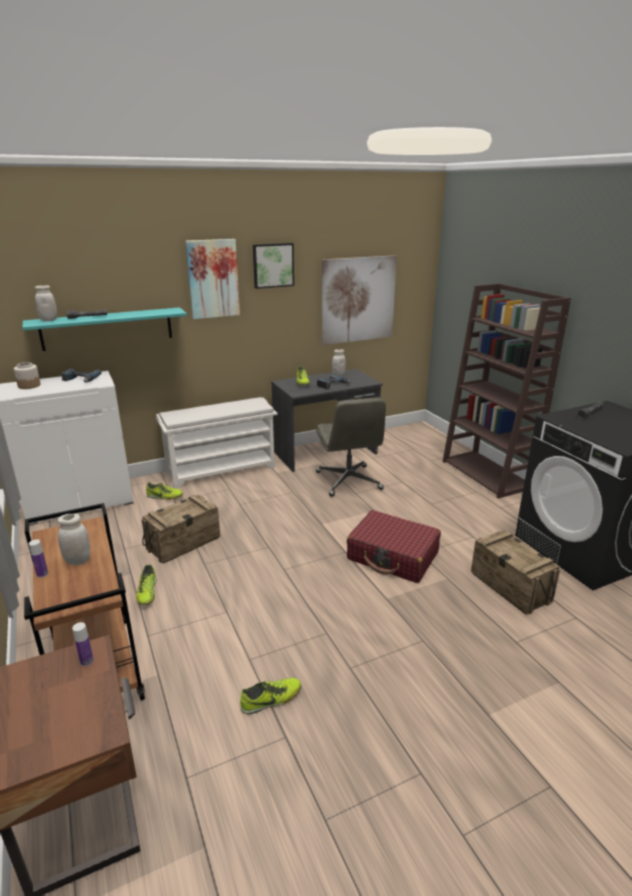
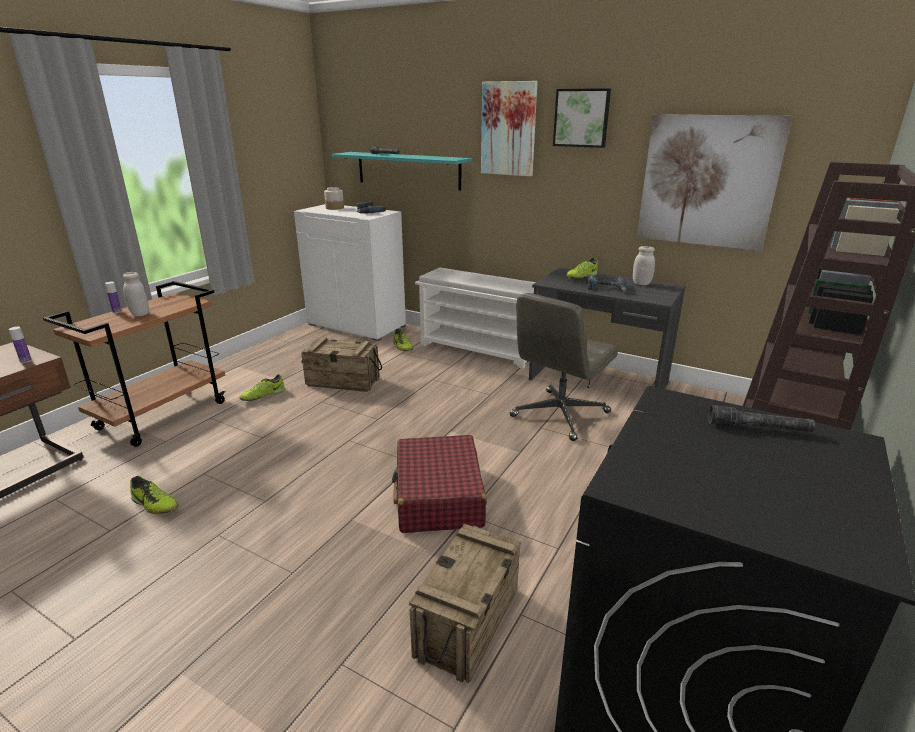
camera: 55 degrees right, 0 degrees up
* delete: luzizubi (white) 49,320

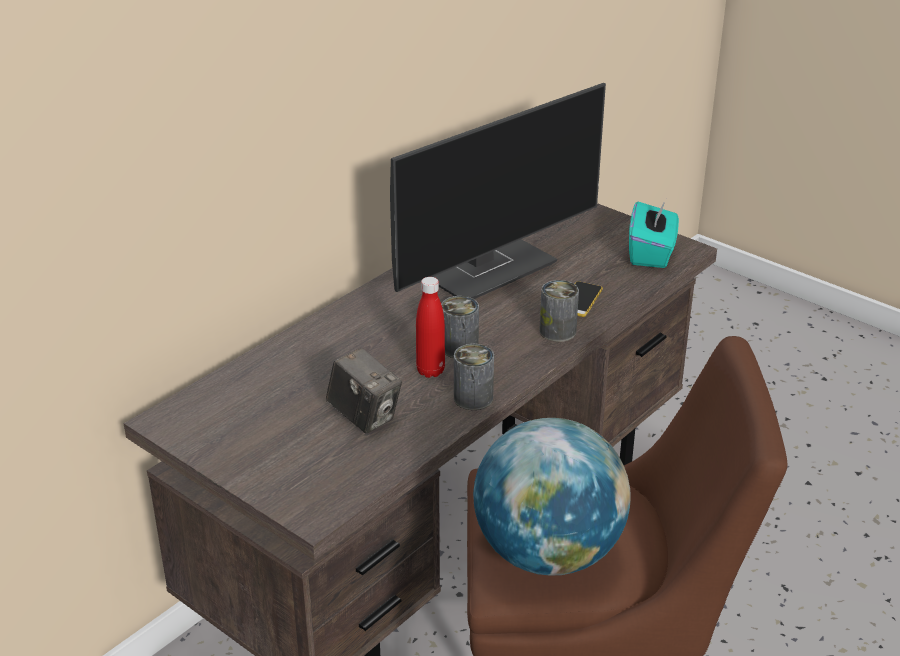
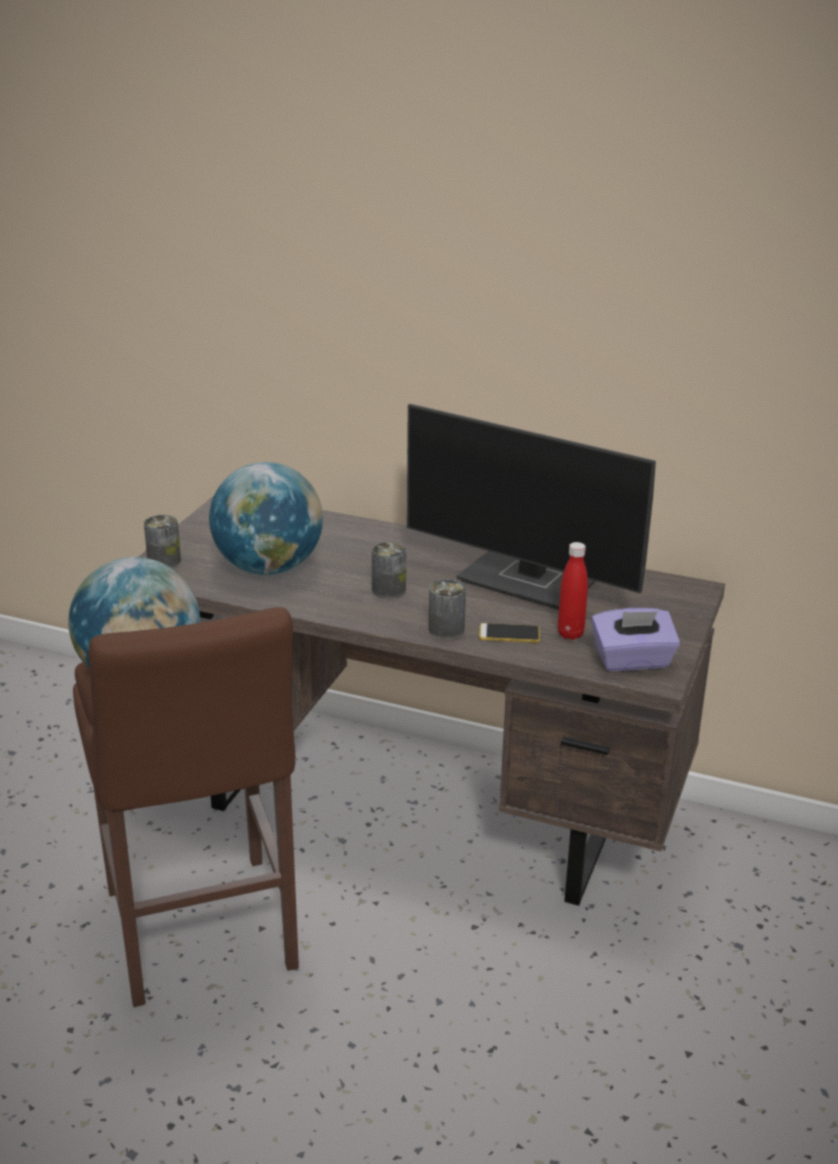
camera: 70 degrees right, 5 degrees down
* move: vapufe 473,398 to 164,561
* replace: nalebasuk 364,416 to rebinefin 269,568
* move: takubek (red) 430,371 to 570,634
* recolor: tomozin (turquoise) 651,253 to tomozin (purple) 632,661

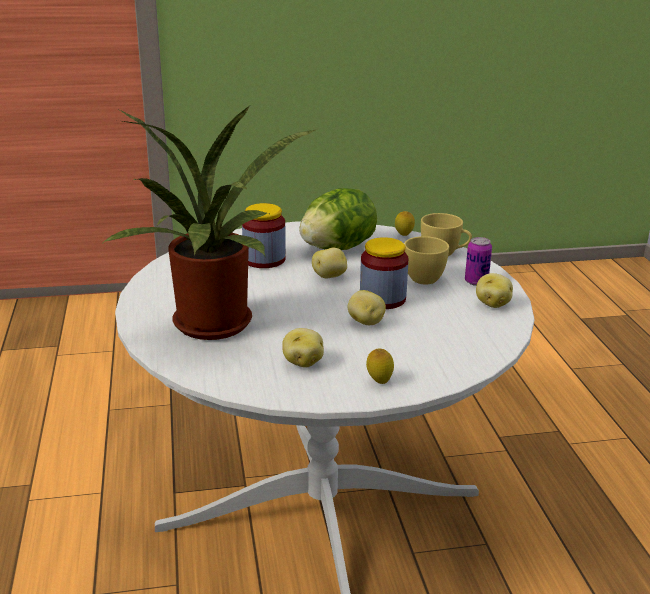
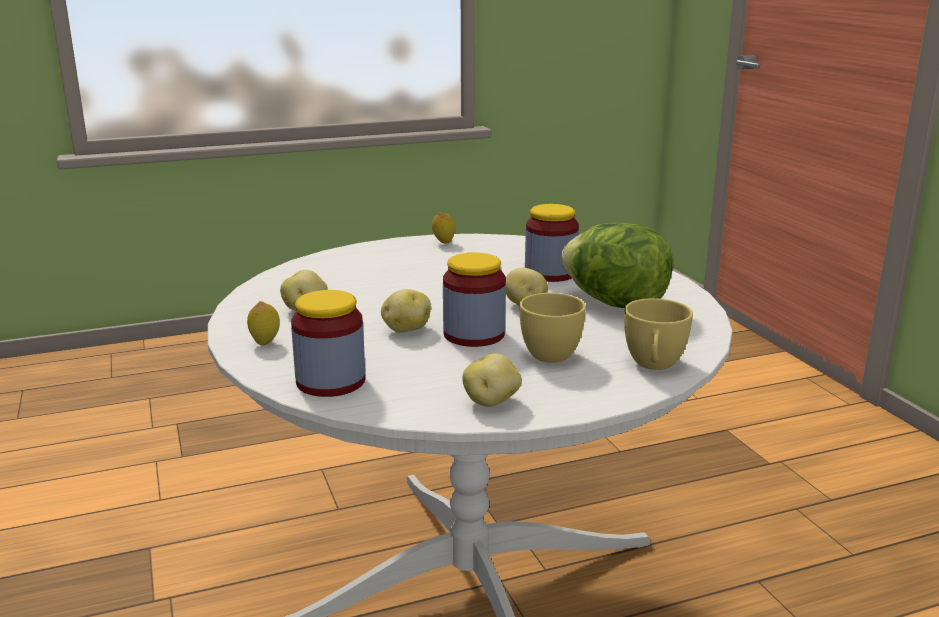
camera: 80 degrees right, 5 degrees down
* insert: luzizubi 330,381
* move: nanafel 403,236 to 443,243
* delete: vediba 214,328
* delete: vapufe 476,282

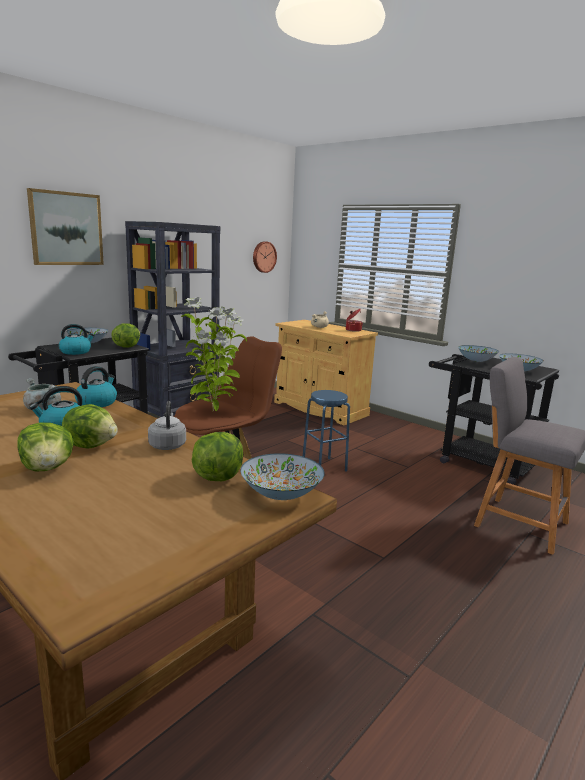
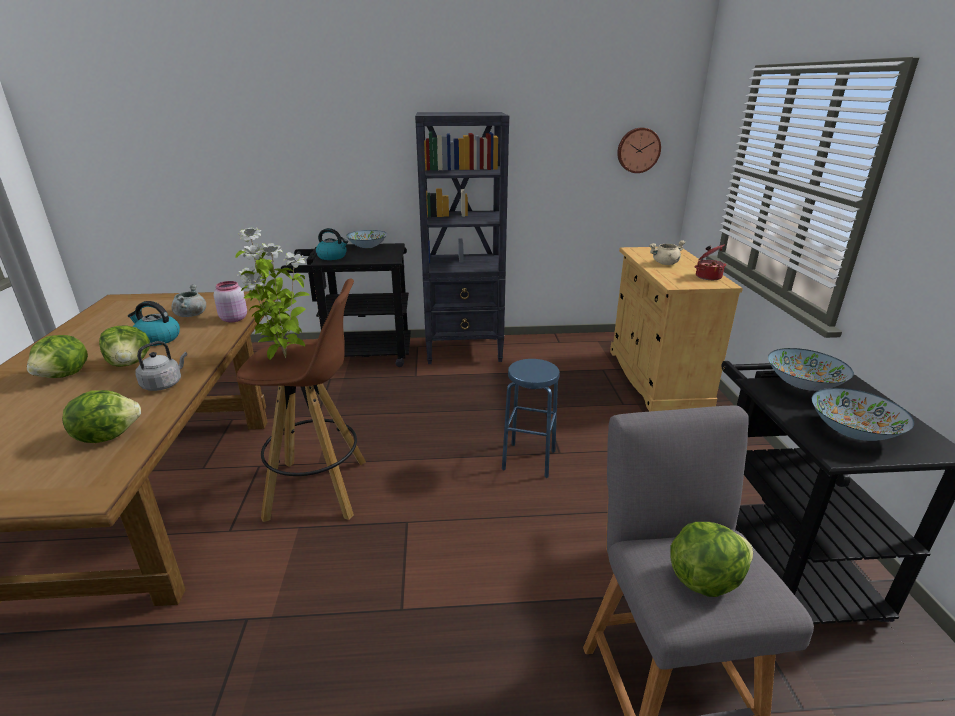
camera: 45 degrees right, 10 degrees up
* replace: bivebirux 97,403 to luzizubi (pink) 233,319
* move: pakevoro 126,347 to 704,579
* delete: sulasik 66,229
* delete: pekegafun 281,493

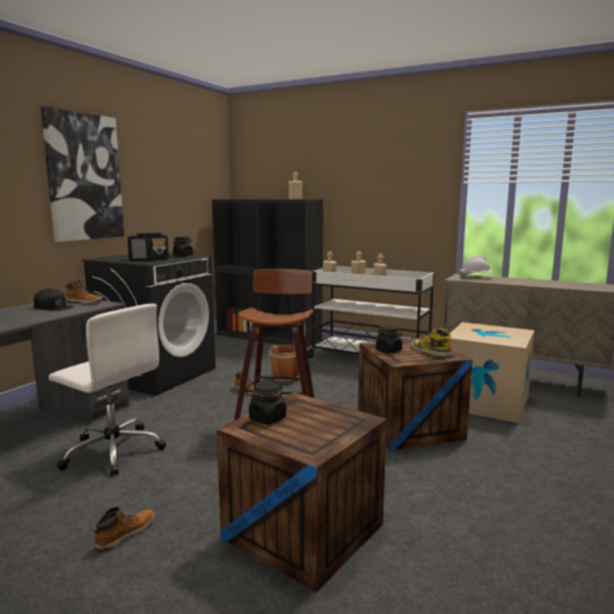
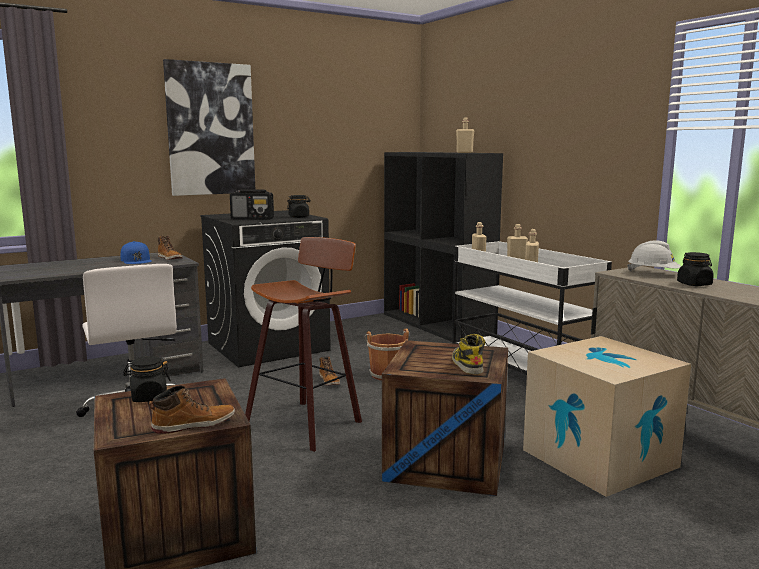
camera: 30 degrees right, 0 degrees up
* recolor: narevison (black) 53,307 to narevison (blue) 136,260
* move: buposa 125,534 to 194,424
* move: luzizubi (black) 389,351 to 694,284

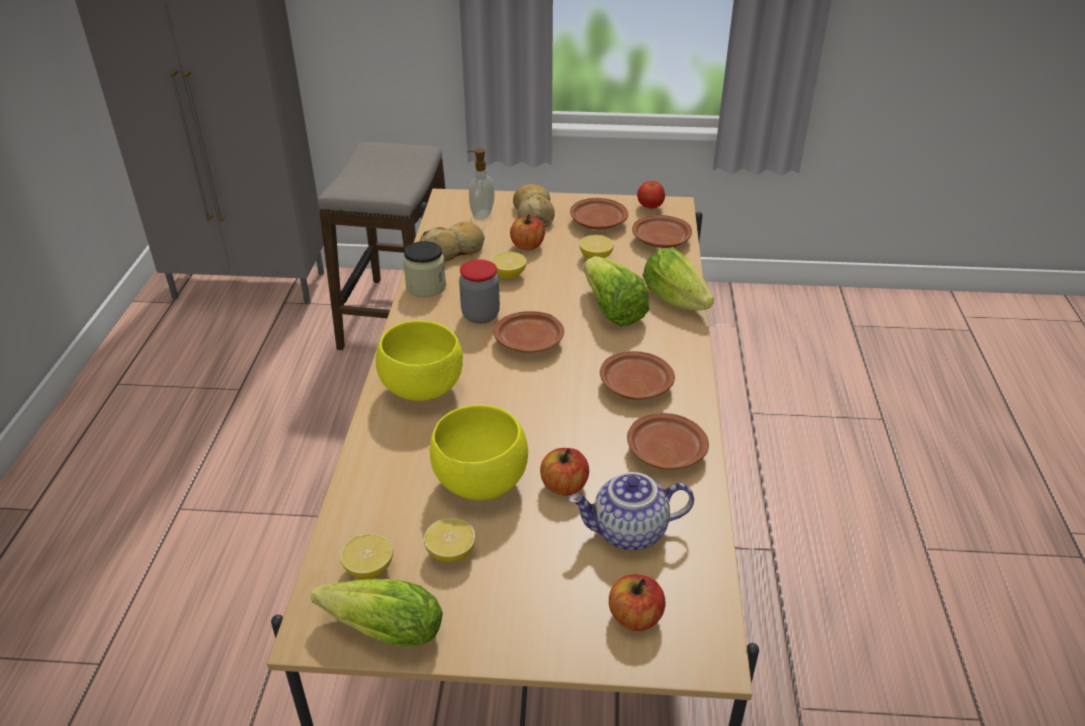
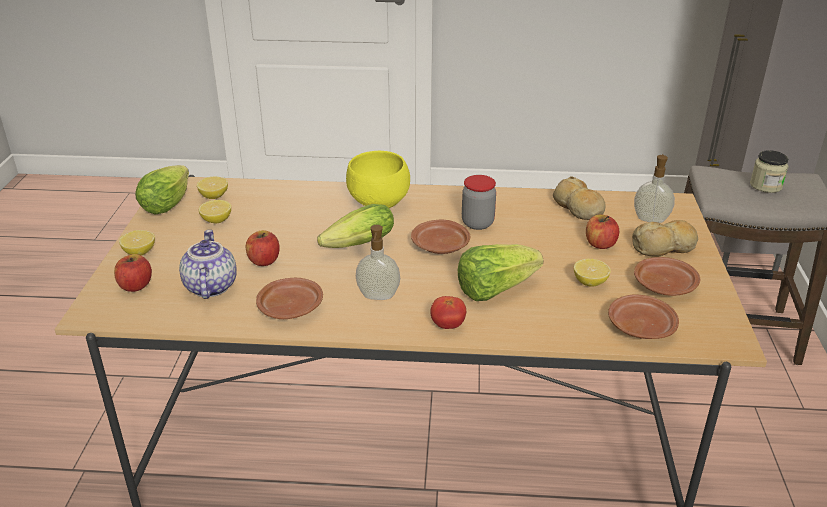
camera: 90 degrees right, 5 degrees down
* move: nanafel 509,275 to 139,252
* move: pakevoro 678,301 to 355,246
* replace: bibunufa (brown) 634,386 to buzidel 378,297
* move: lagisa 650,207 to 448,325
* move: luzizubi 426,286 to 765,186
* delete: pekegafun (yellow) 481,485

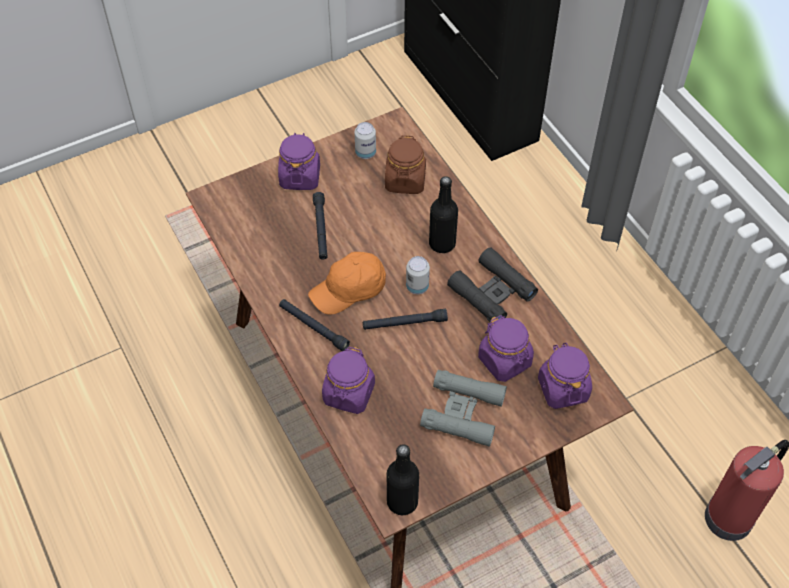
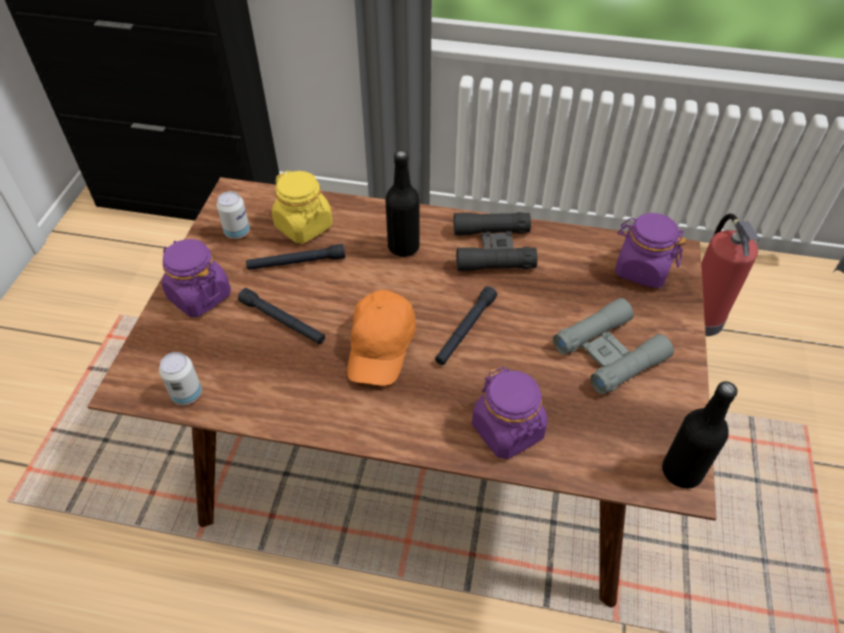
camera: 50 degrees left, 5 degrees down
* move: vapufe 417,287 to 187,394
* move: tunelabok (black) 313,327 to 296,263
* recolor: luzizubi (brown) 405,181 to luzizubi (yellow) 304,226
* delete: luzizubi (purple) 505,361

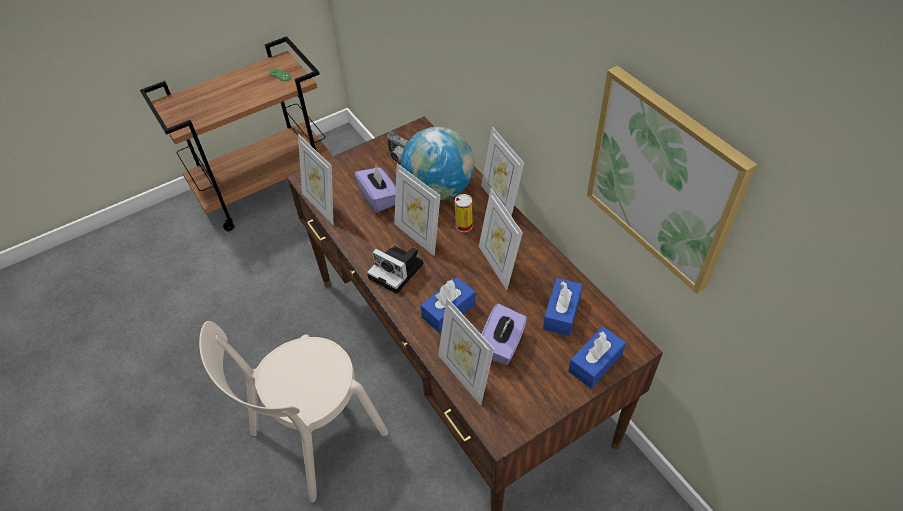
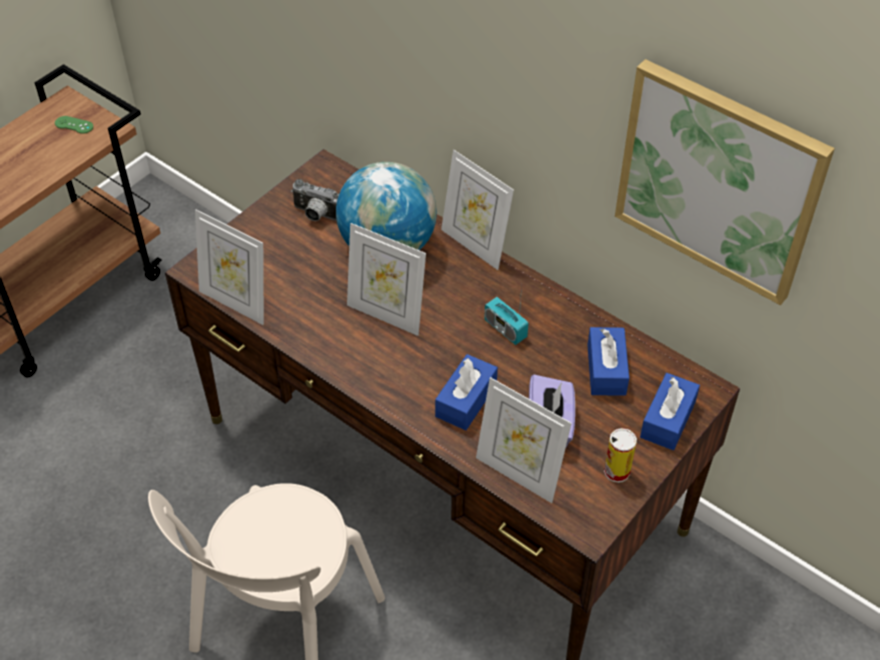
camera: 20 degrees left, 0 degrees up
* replace: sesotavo 498,265 to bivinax 505,329
* move: vapufe 464,226 to 617,471
* delete: tomozin (purple) 379,198
* delete: nalebasuk 398,271

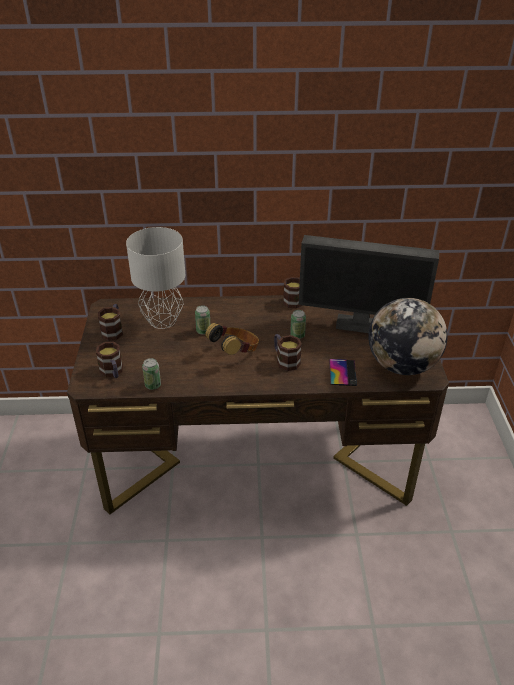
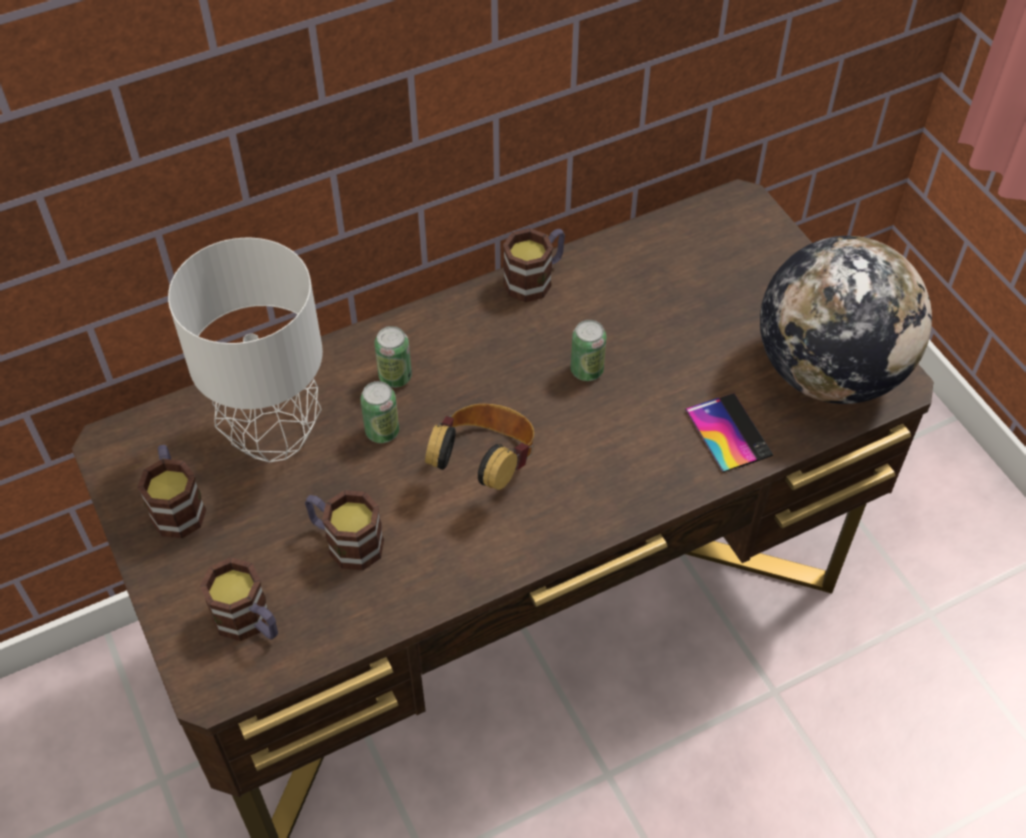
camera: 25 degrees left, 15 degrees up
* move: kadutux 285,360 to 345,541
* move: vapufe 153,385 to 395,377
* delete: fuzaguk 360,326

